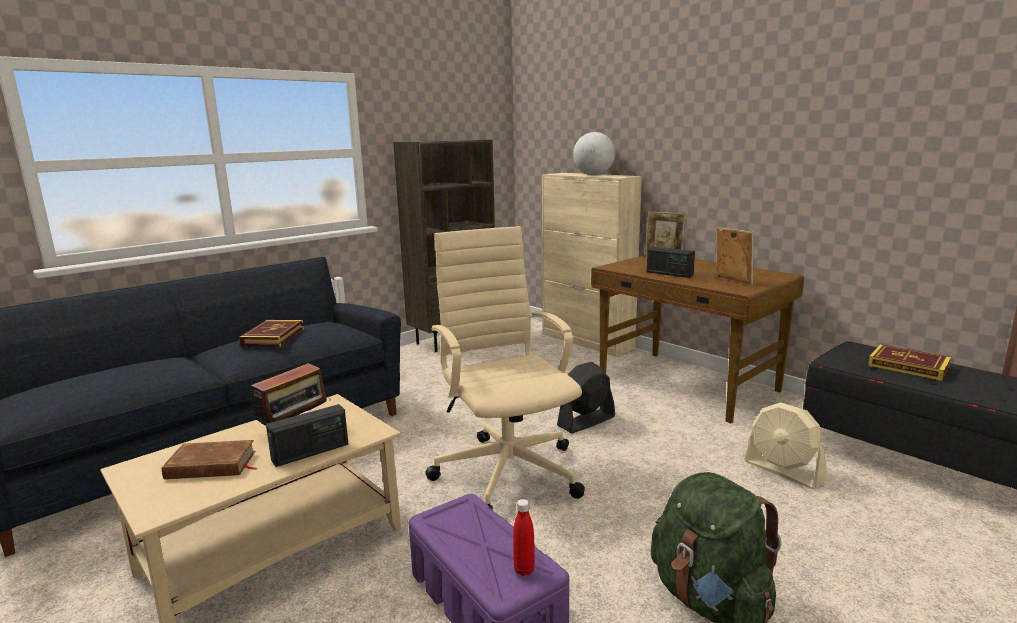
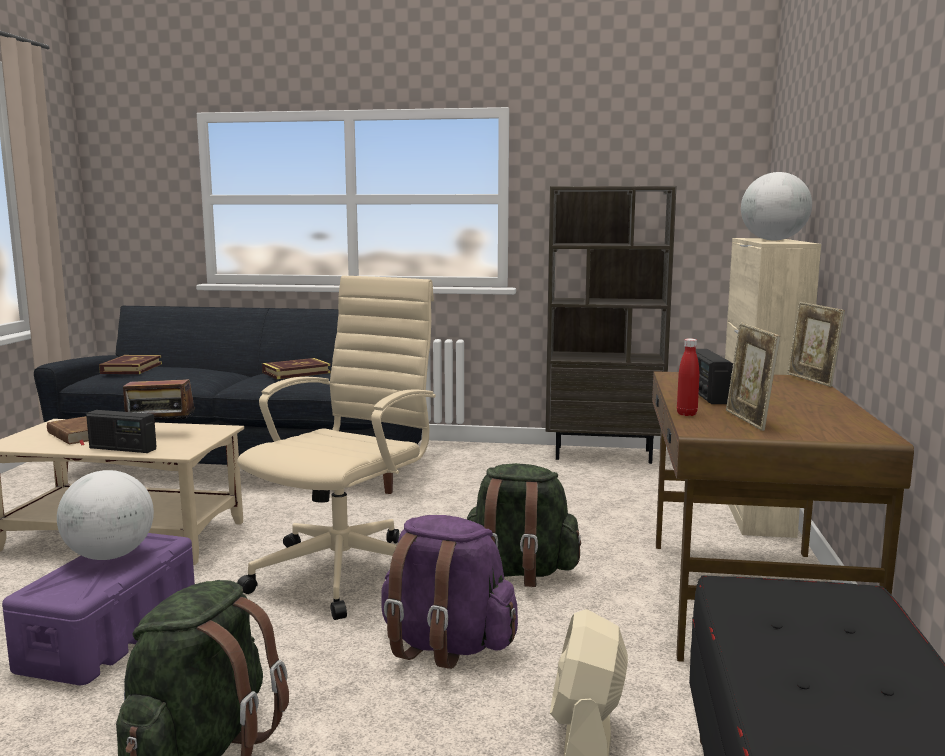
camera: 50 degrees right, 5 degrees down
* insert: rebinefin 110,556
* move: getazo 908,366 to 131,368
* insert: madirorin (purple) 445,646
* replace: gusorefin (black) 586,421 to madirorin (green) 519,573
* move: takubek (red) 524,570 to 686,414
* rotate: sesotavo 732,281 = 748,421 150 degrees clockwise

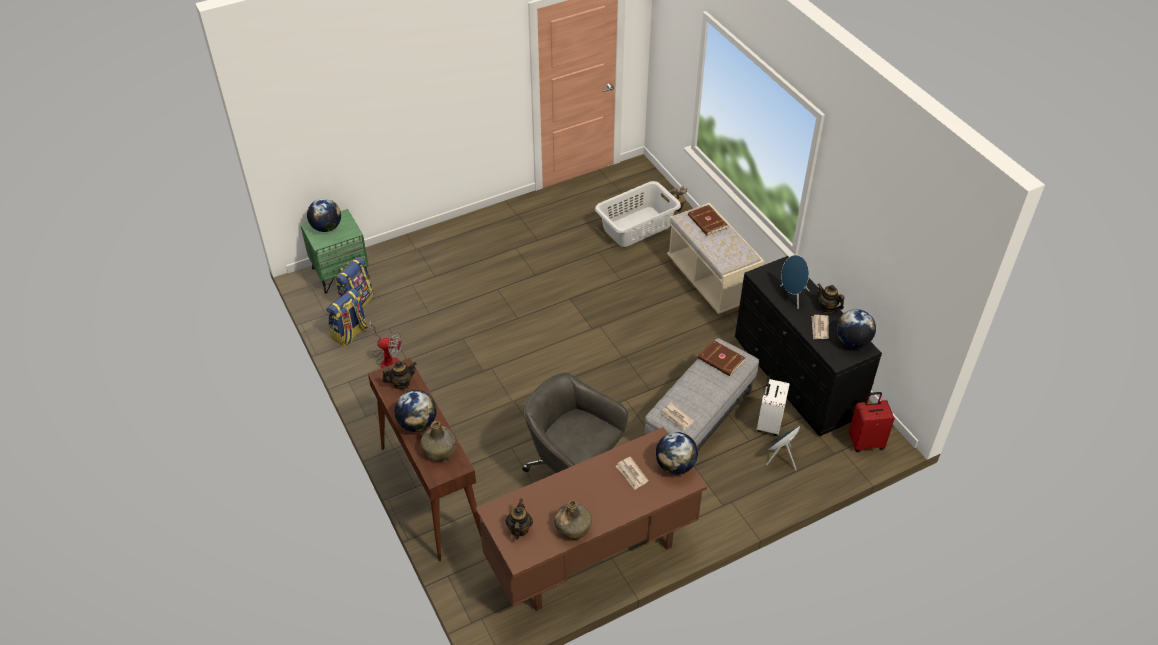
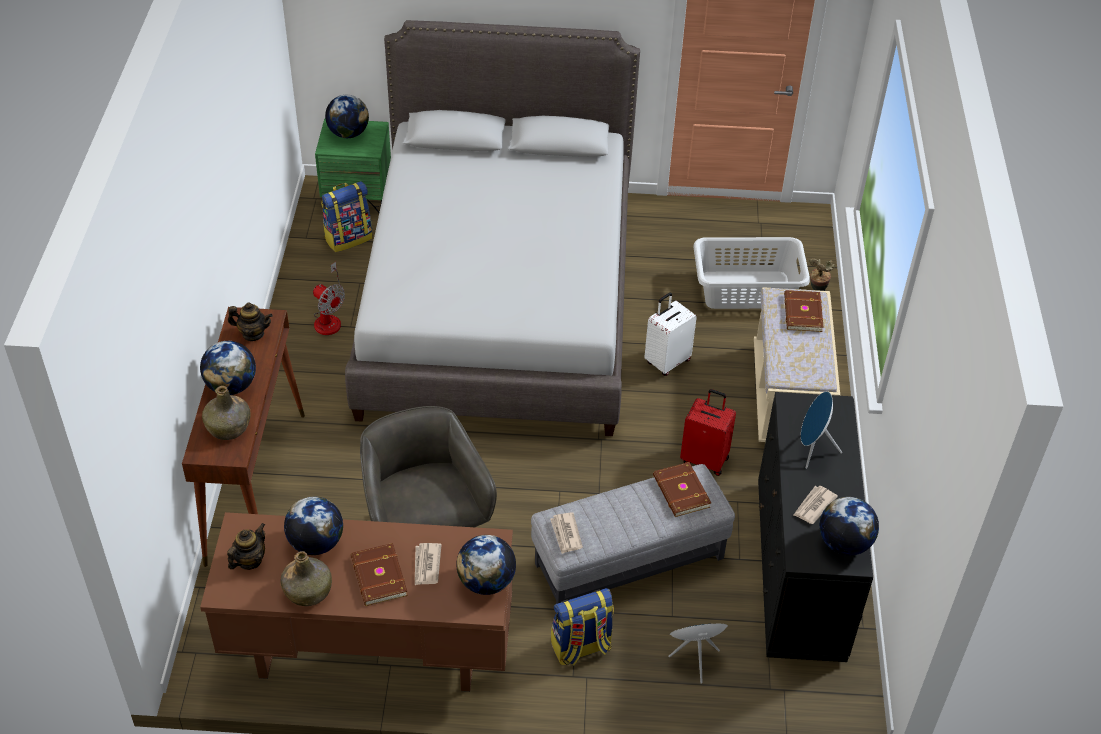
camera: 30 degrees right, 0 degrees up
* insert: rebinefin 316,543
* insert: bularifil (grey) 499,301
* insert: getazo (brown) 378,577
* move: madirorin 350,334 to 581,647
* move: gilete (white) 768,424 to 667,361
* move: gilete (red) 865,442 to 705,459
* delete: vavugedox 827,307

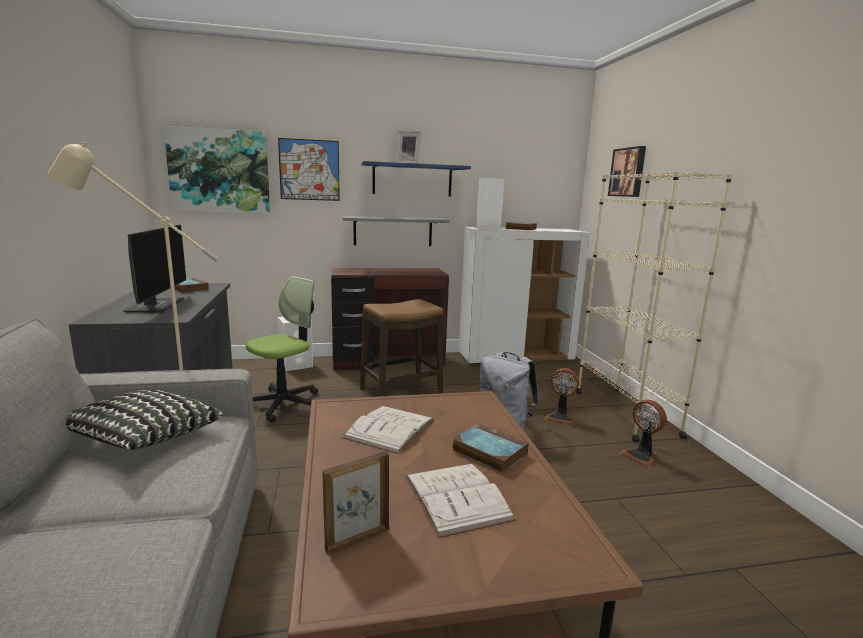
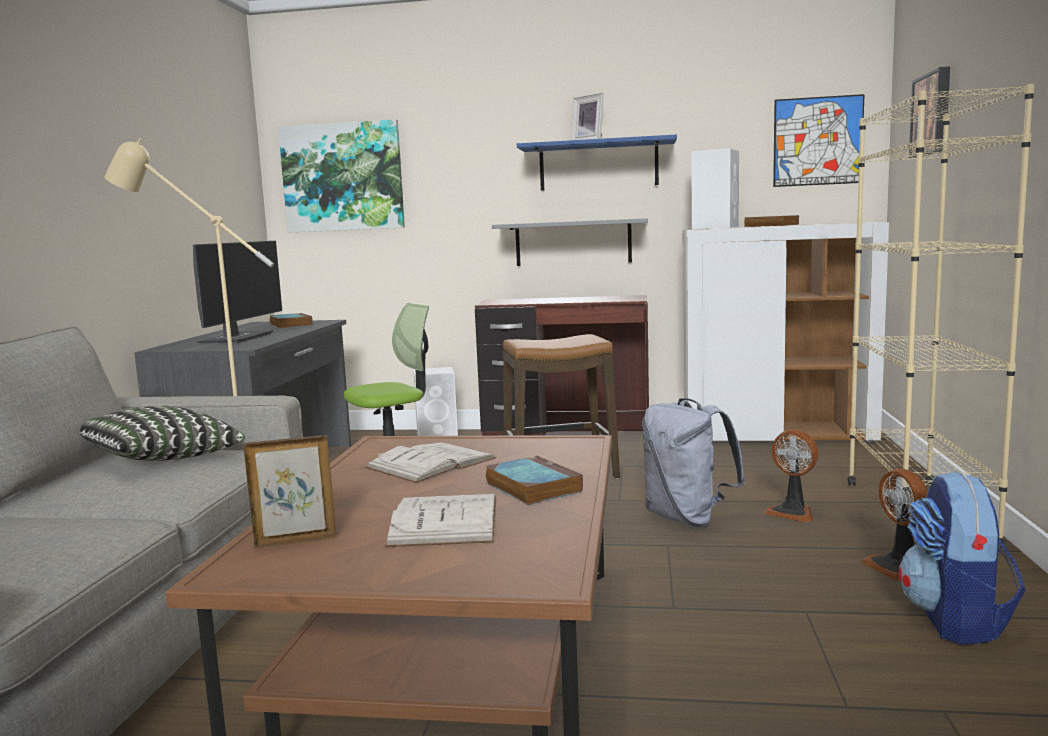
camera: 20 degrees right, 5 degrees down
* move: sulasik 309,170 to 817,141
* insert: madirorin 956,620

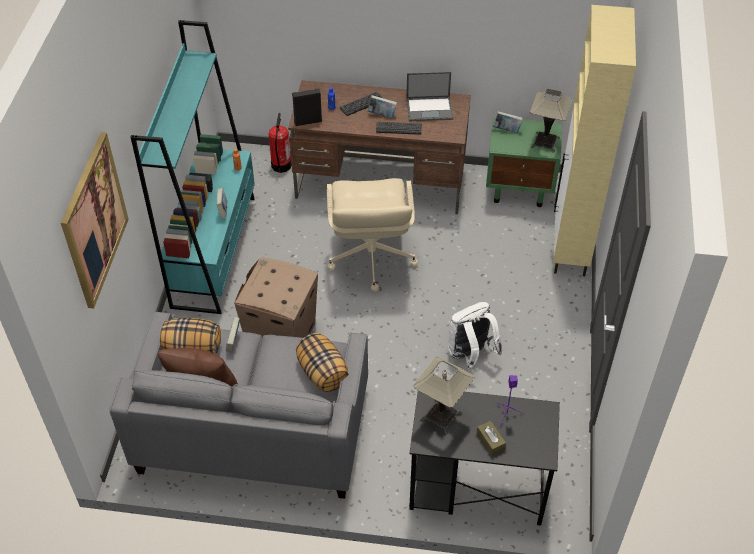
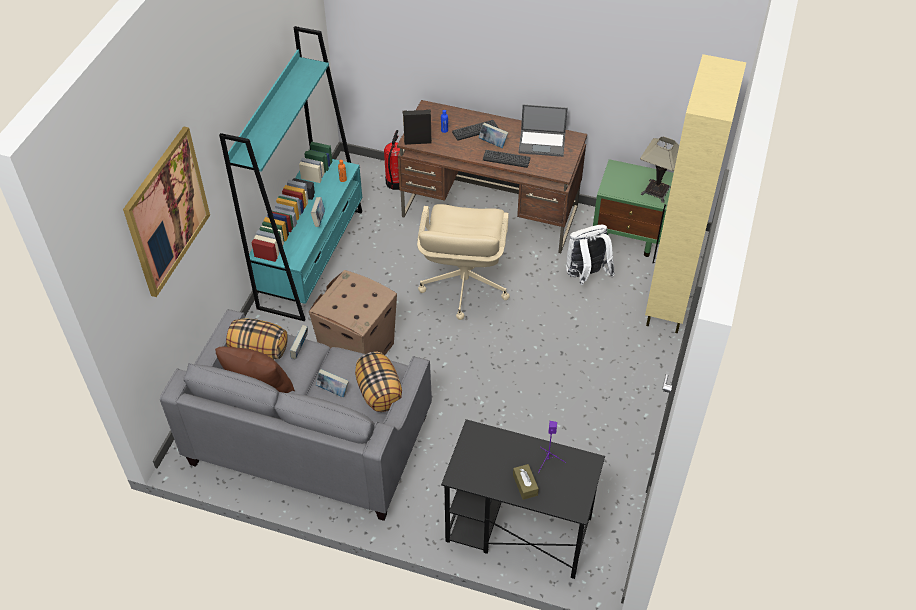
camera: 10 degrees right, 0 degrees up
* move: getazo 506,130 to 333,390
* move: madirorin (white) 470,355 to 586,275
* delete: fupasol 441,416

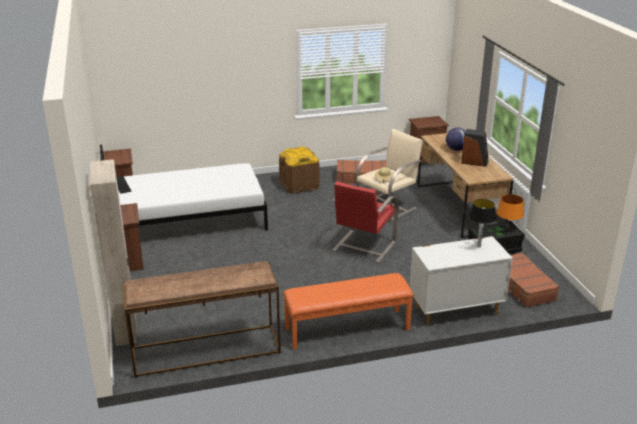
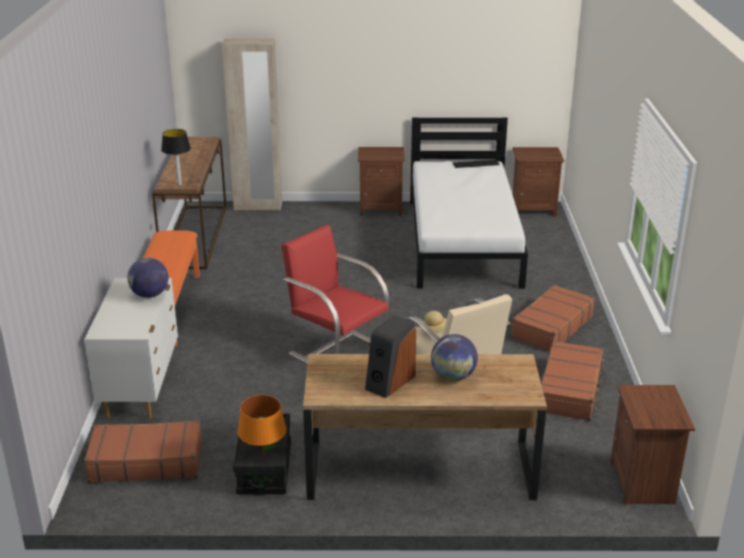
camera: 105 degrees right, 0 degrees up
* insert: rebinefin 150,295
* move: fupasol 479,246 to 179,184
* replace: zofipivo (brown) 299,185 to gilete (brown) 551,327

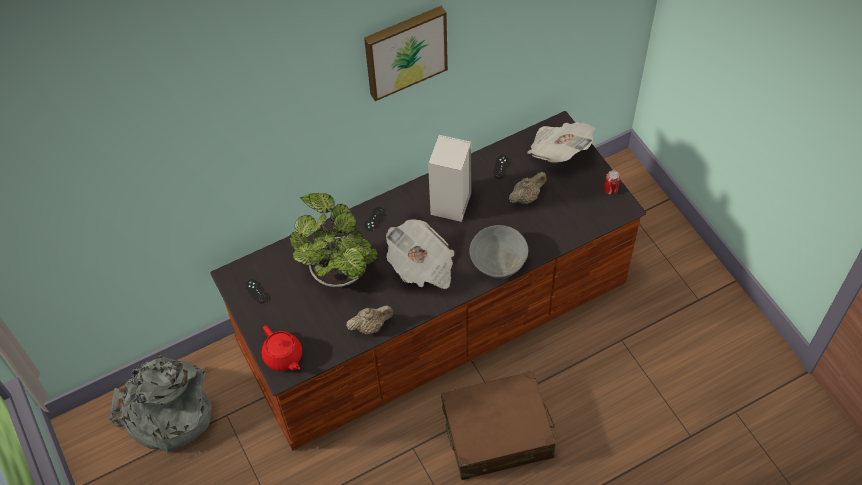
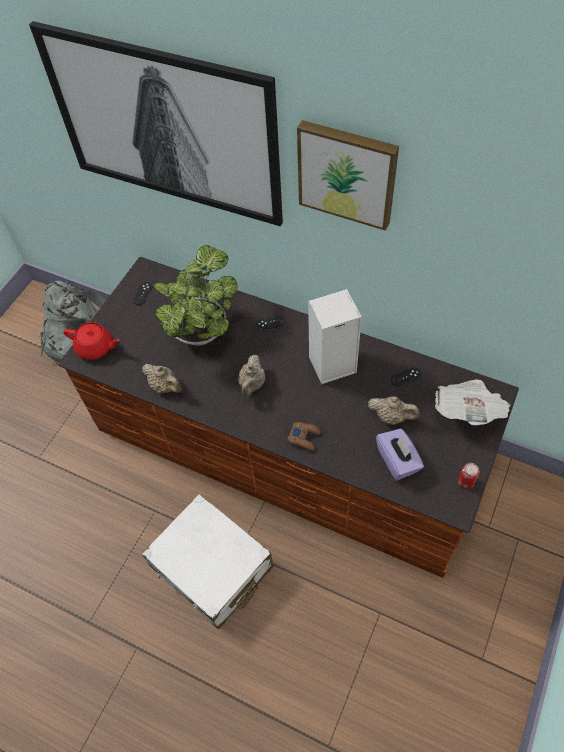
camera: 55 degrees right, 0 degrees up
* insert: sulasik 166,125
* rotate: vavugedox (red) 283,357 = 96,348 90 degrees counterclockwise
* recolor: gilete (brown) 497,433 to gilete (white) 212,567
* replace: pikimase 422,266 to vavugedox (beige) 252,385
* replace: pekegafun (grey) 498,260 to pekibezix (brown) 304,437
* insert: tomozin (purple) 397,461

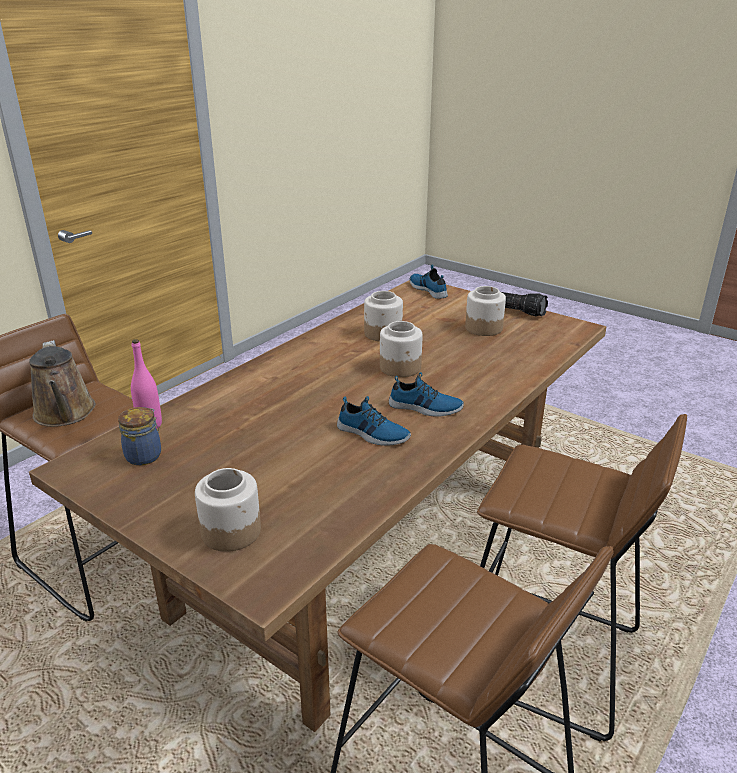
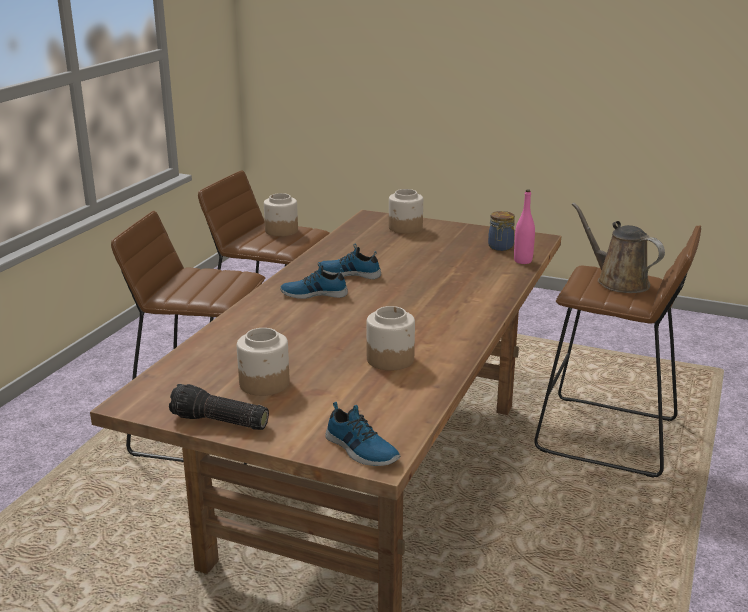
camera: 165 degrees right, 5 degrees down
* move: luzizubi 400,368 to 281,231

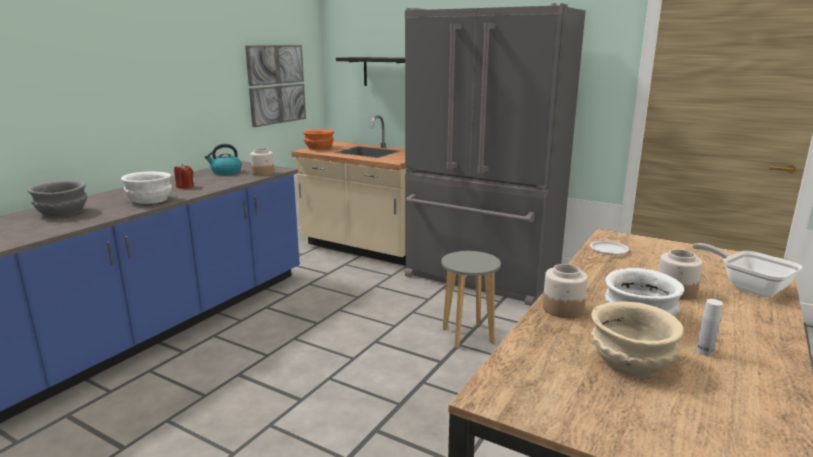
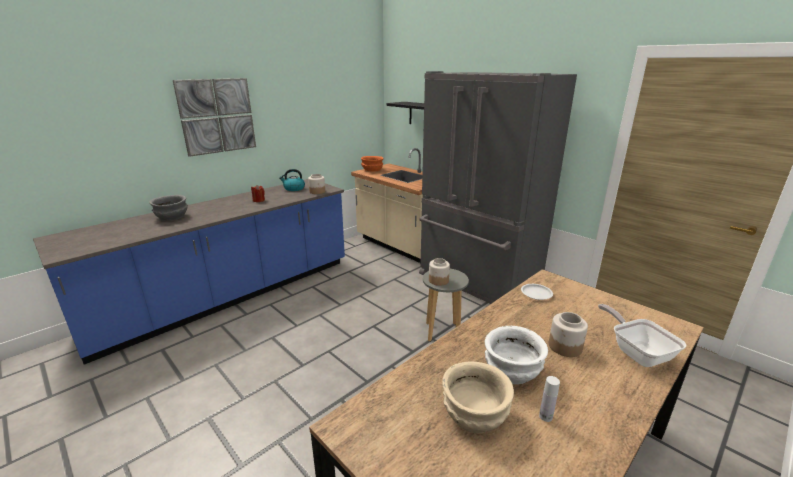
camera: 15 degrees right, 5 degrees up
* move: sulasik 276,84 to 217,116
* move: luzizubi 562,309 to 438,280
* delete: pekegafun (white) 149,200

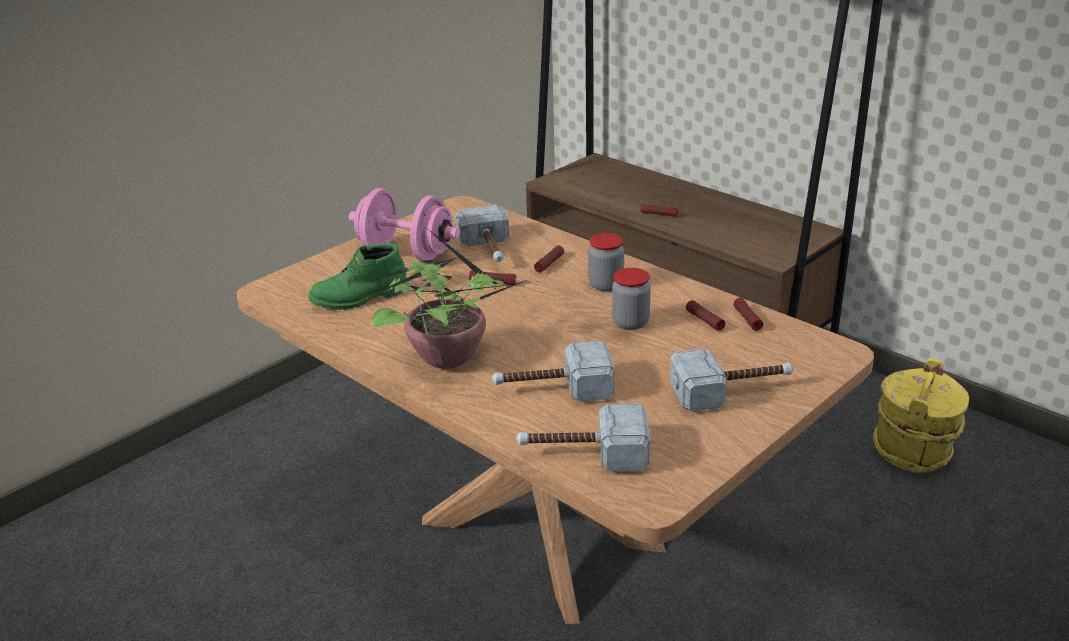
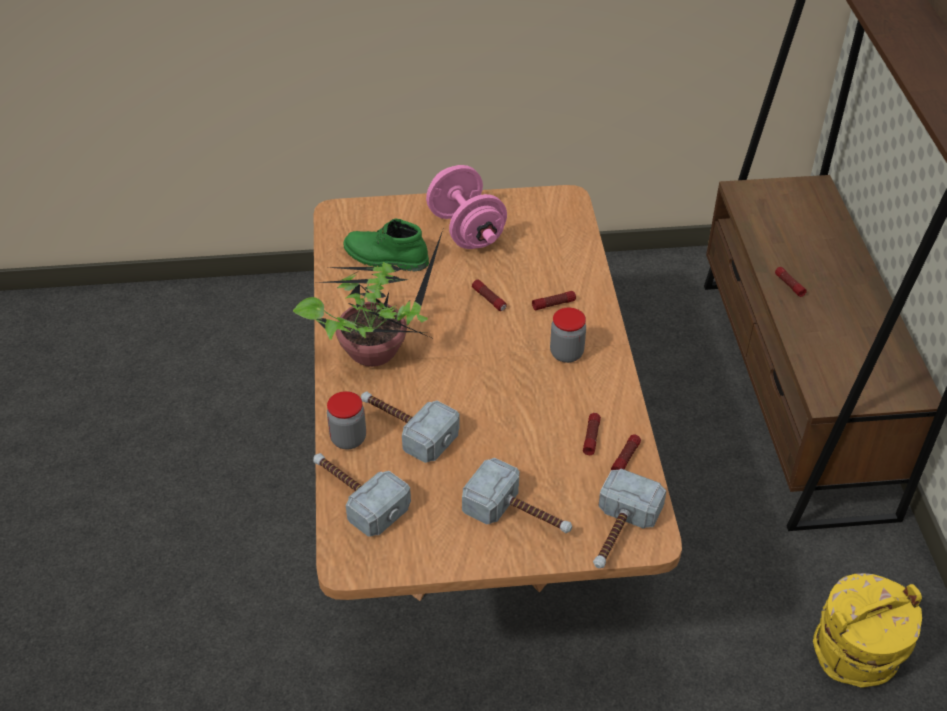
camera: 40 degrees right, 15 degrees up
* move: luzizubi 630,323 to 348,439
* move: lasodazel 489,250 to 618,533

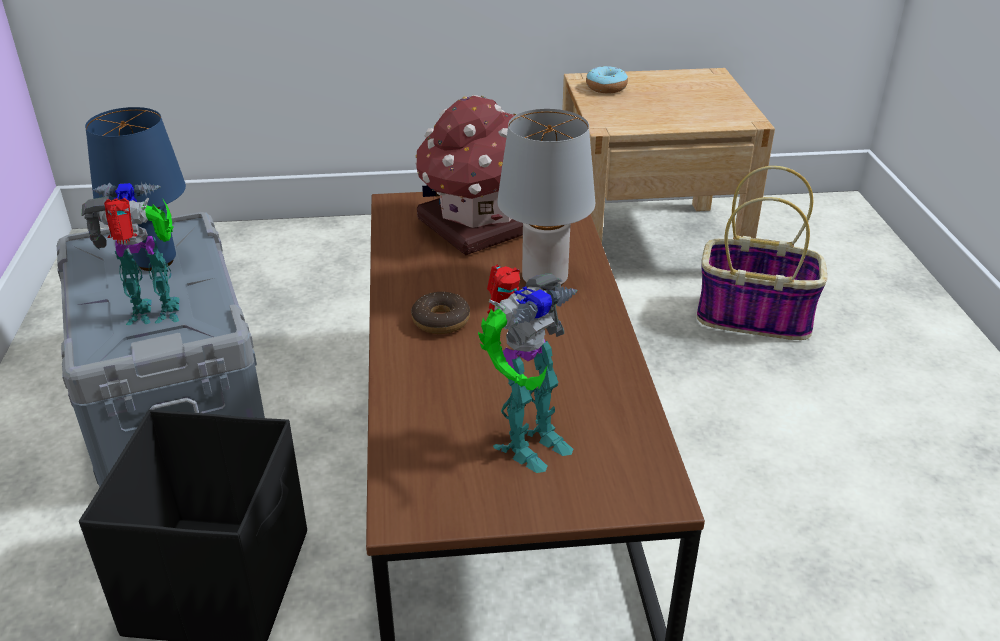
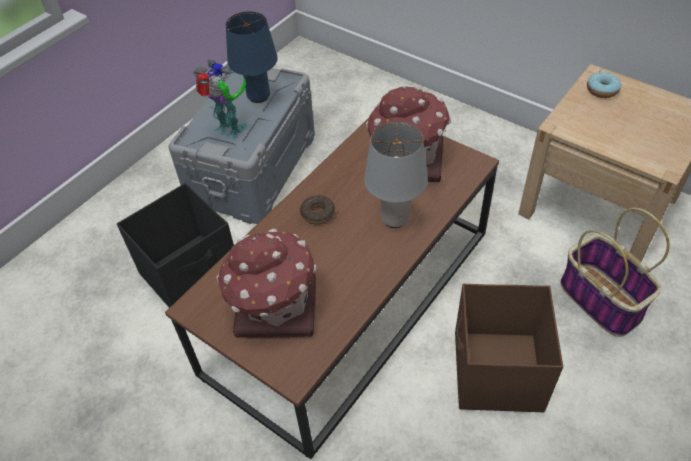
camera: 45 degrees right, 15 degrees up
* replace: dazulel 526,442 to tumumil 274,308
* insert: zofipivo (brown) 496,373

